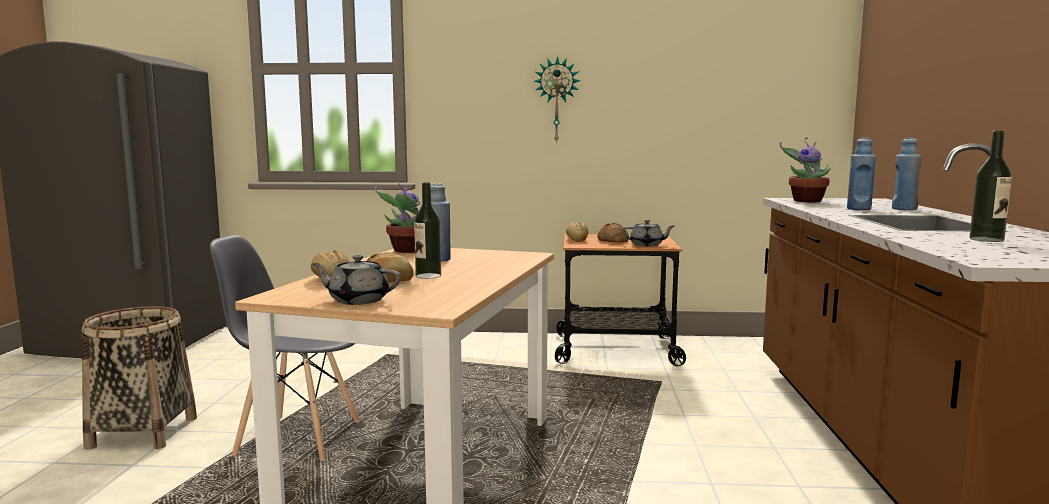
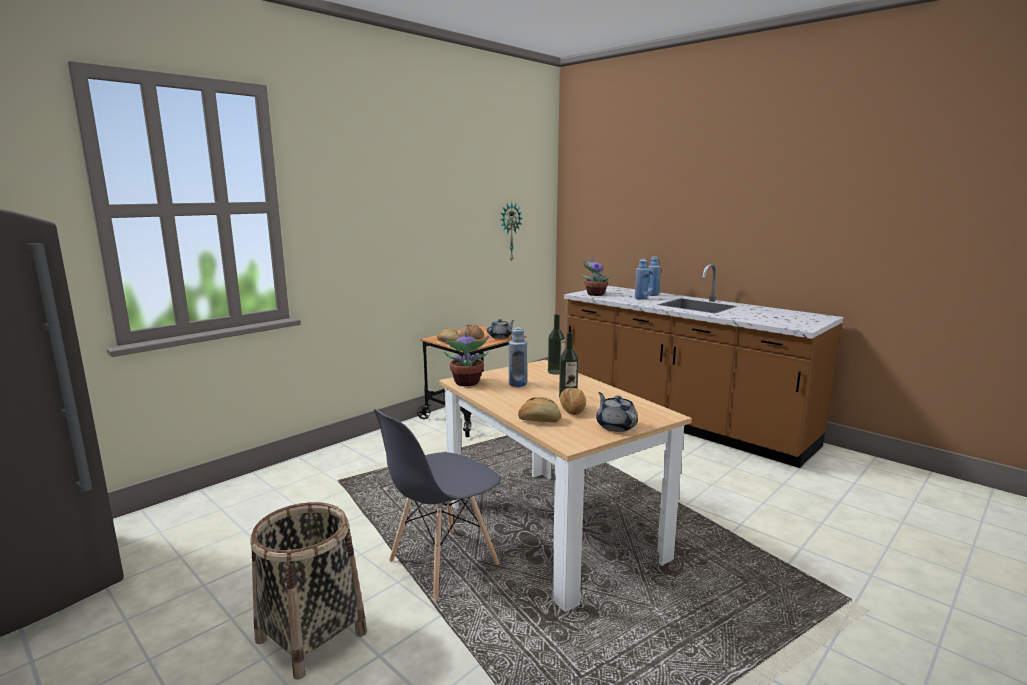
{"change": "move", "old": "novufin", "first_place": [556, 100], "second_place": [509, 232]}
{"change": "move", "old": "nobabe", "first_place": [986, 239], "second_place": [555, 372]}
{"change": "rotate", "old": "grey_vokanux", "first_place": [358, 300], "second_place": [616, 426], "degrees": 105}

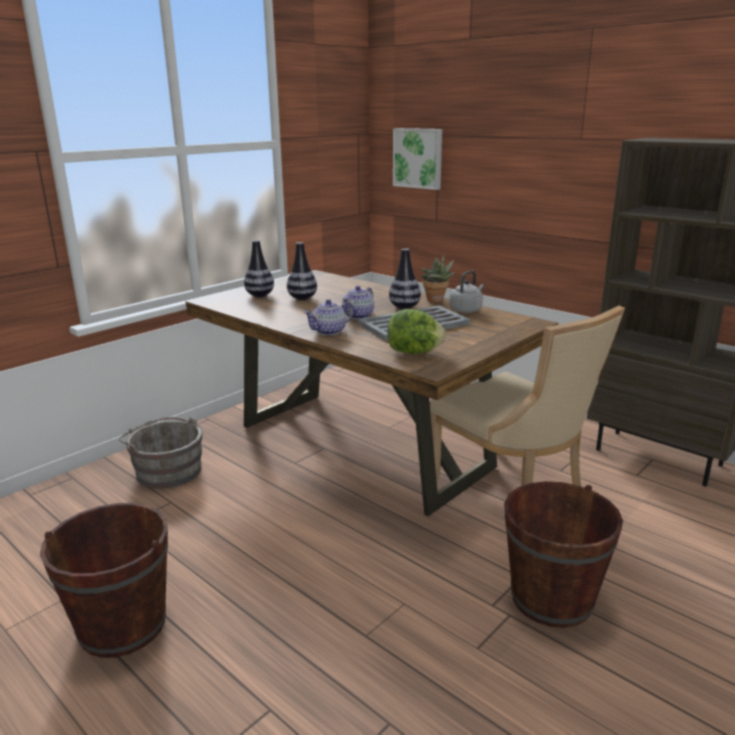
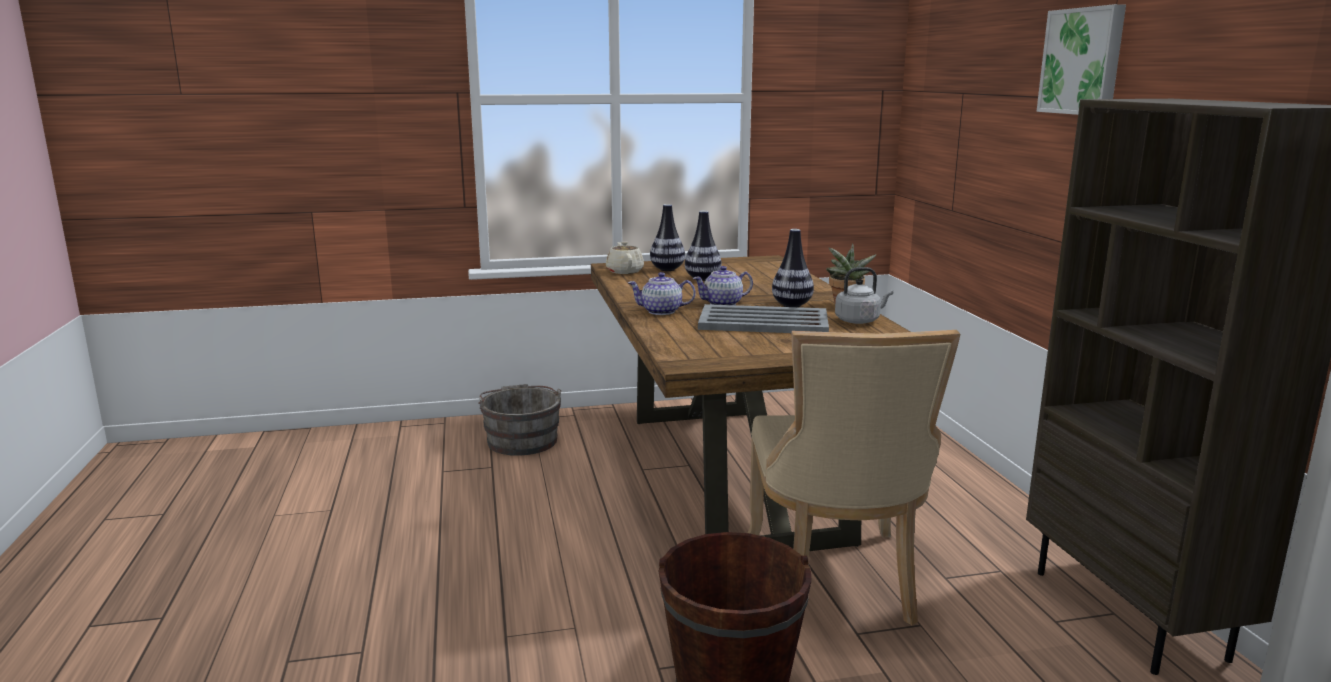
{"change": "insert", "new": "beige_vokanux", "second_place": [624, 271]}
{"change": "move", "old": "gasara", "first_place": [418, 158], "second_place": [1083, 61]}
{"change": "delete", "old": "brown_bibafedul", "first_place": [122, 625]}
{"change": "delete", "old": "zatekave", "first_place": [414, 352]}

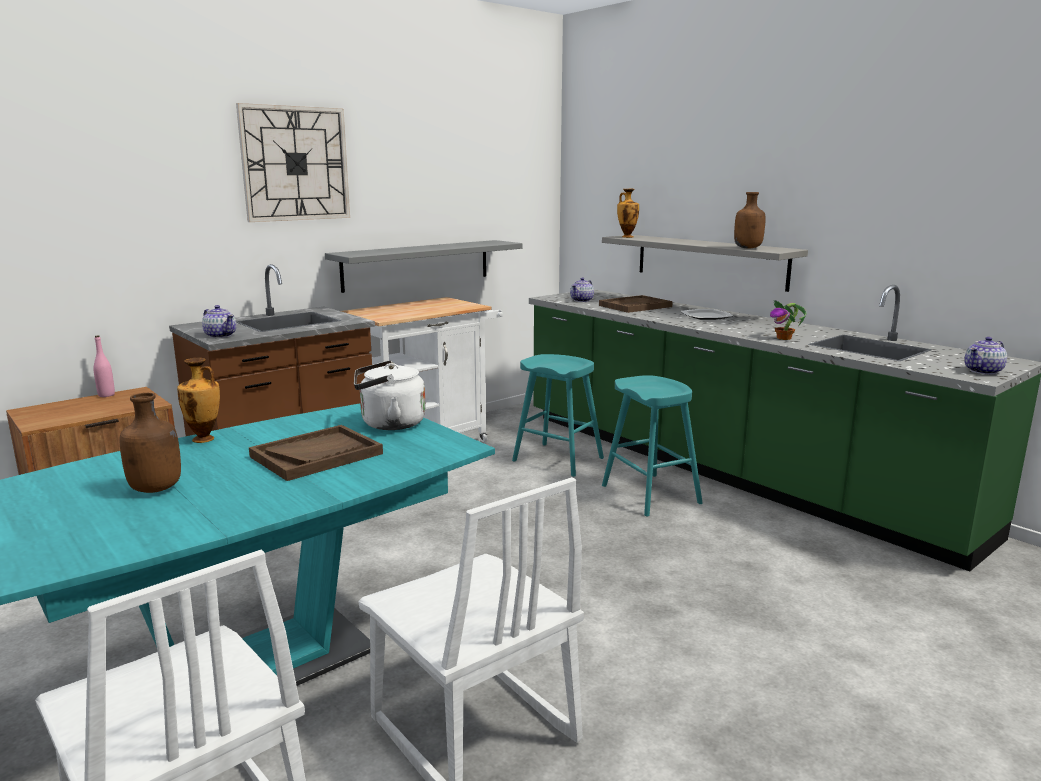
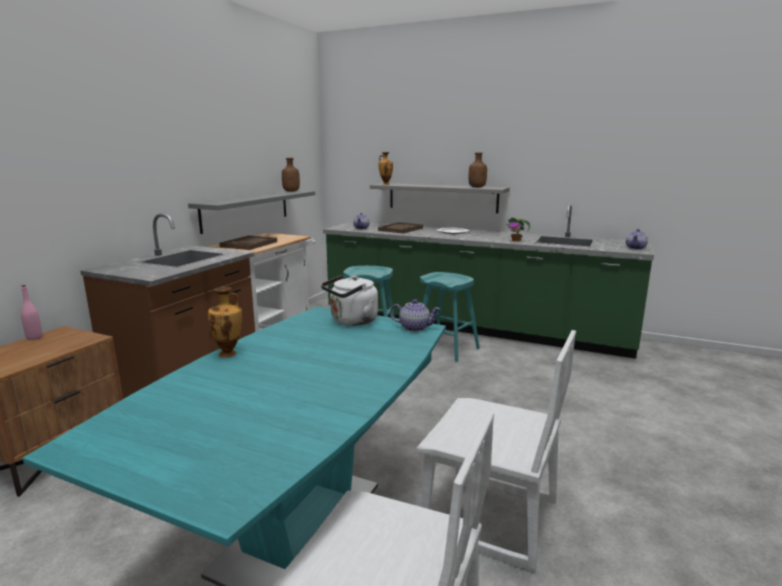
{"change": "move", "old": "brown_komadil", "first_place": [317, 455], "second_place": [249, 244]}
{"change": "move", "old": "brown_nobabe", "first_place": [157, 489], "second_place": [291, 191]}
{"change": "move", "old": "vokanux", "first_place": [220, 335], "second_place": [414, 327]}
{"change": "delete", "old": "novufin", "first_place": [295, 164]}

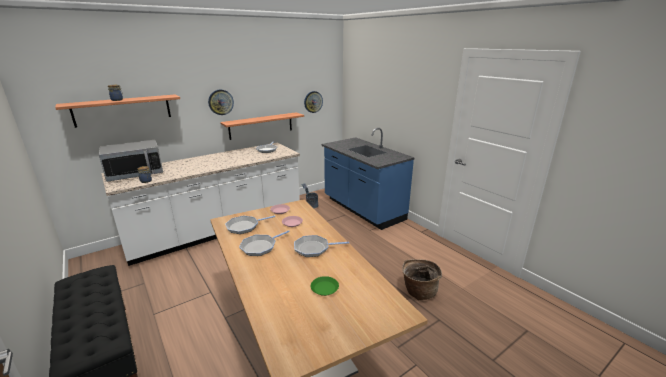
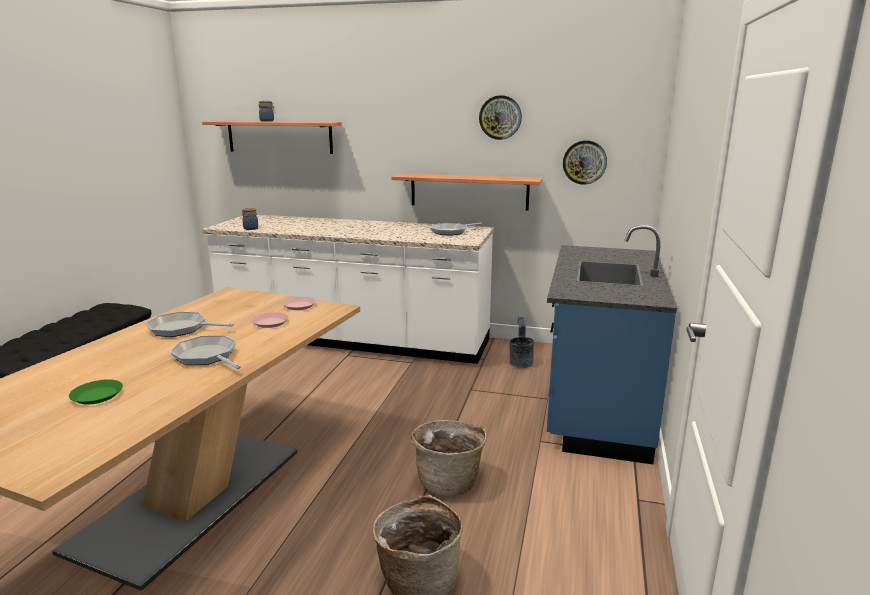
{"change": "insert", "new": "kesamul", "second_place": [449, 481]}
{"change": "move", "old": "novufin", "first_place": [220, 102], "second_place": [500, 117]}
{"change": "delete", "old": "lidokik", "first_place": [135, 173]}
{"change": "delete", "old": "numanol", "first_place": [244, 226]}

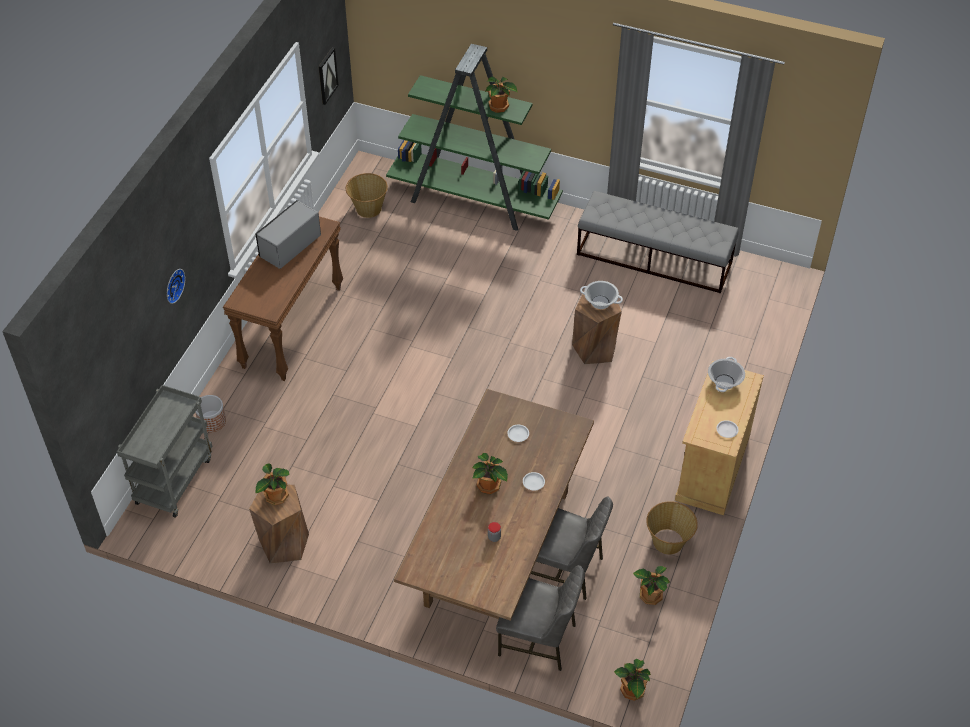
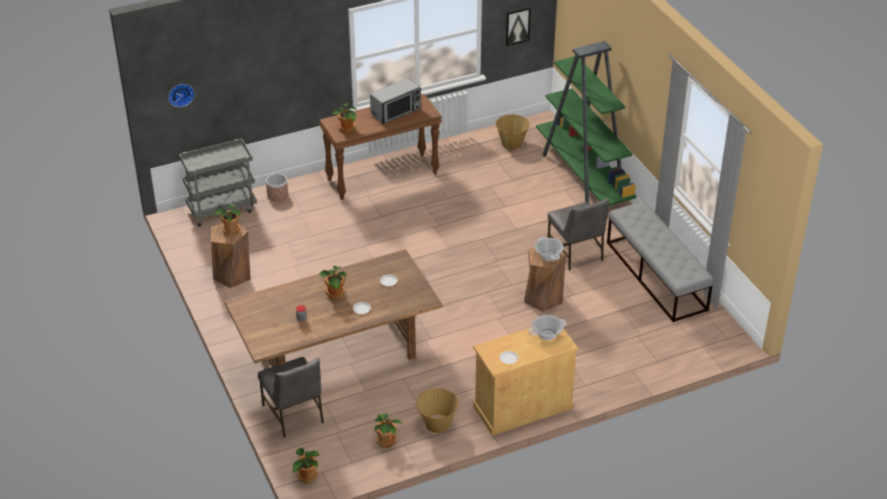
{"change": "move", "old": "novufin", "first_place": [173, 285], "second_place": [180, 94]}
{"change": "move", "old": "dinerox", "first_place": [499, 107], "second_place": [347, 129]}
{"change": "rotate", "old": "lidokik", "first_place": [289, 246], "second_place": [396, 111], "degrees": 150}
{"change": "move", "old": "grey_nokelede", "first_place": [566, 570], "second_place": [576, 253]}

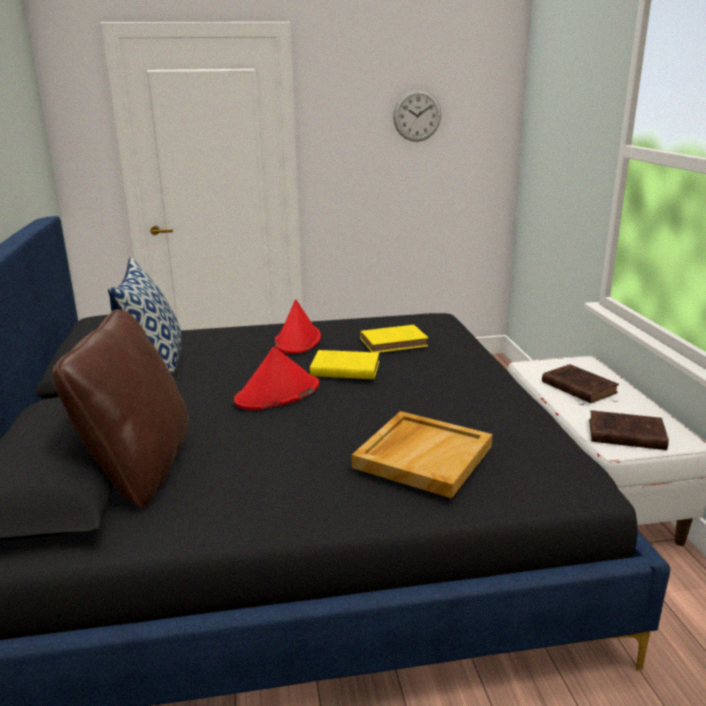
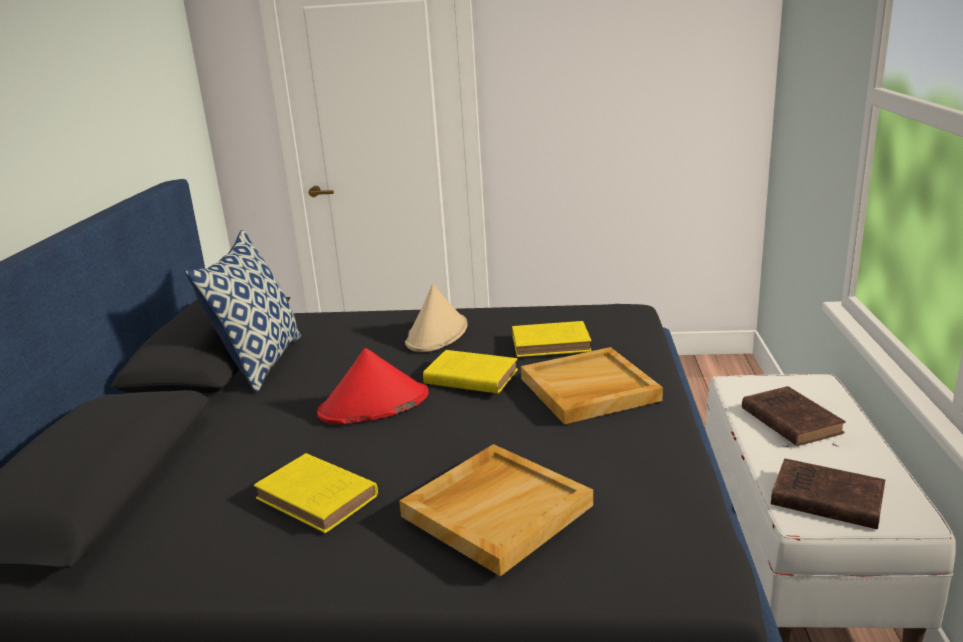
{"change": "insert", "new": "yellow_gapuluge", "second_place": [319, 498]}
{"change": "recolor", "old": "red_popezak", "new": "beige_popezak", "first_place": [297, 340], "second_place": [437, 334]}
{"change": "insert", "new": "beige_komadil", "second_place": [588, 390]}
{"change": "delete", "old": "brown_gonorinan", "first_place": [139, 468]}
{"change": "delete", "old": "novufin", "first_place": [417, 115]}

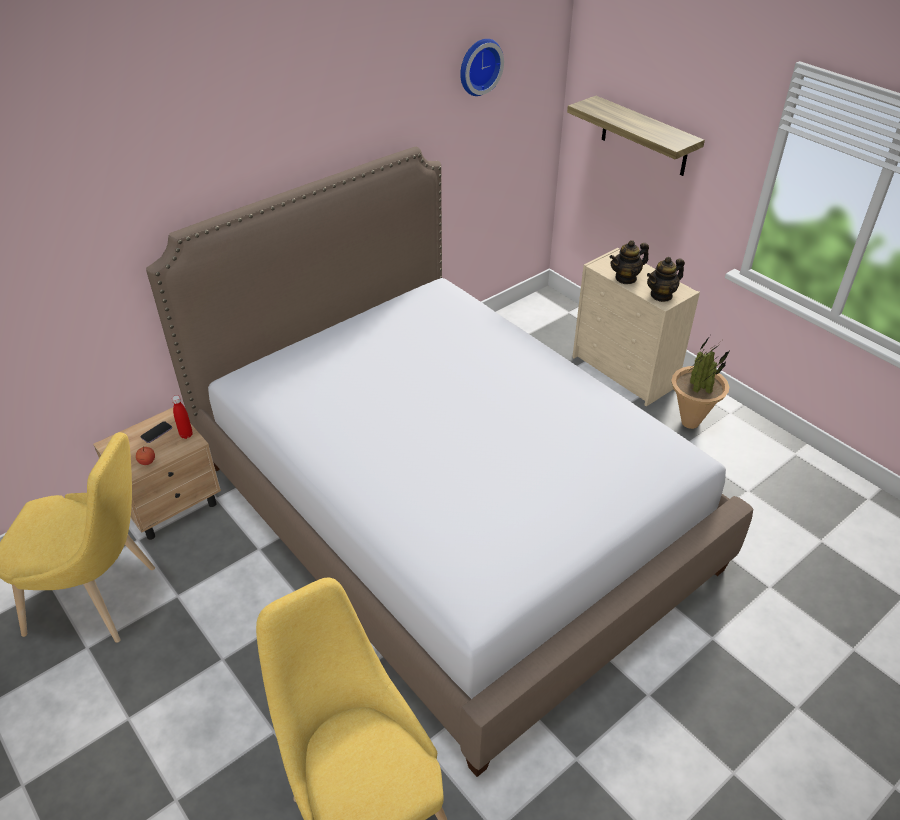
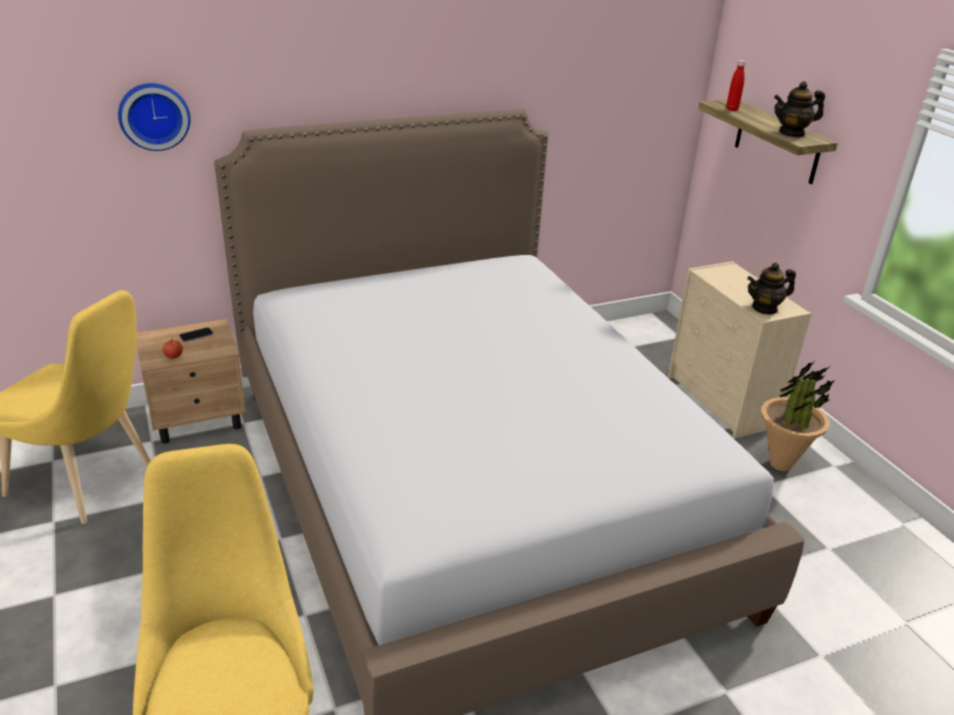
{"change": "move", "old": "novufin", "first_place": [478, 66], "second_place": [154, 115]}
{"change": "move", "old": "red_nobabe", "first_place": [186, 435], "second_place": [732, 109]}
{"change": "move", "old": "vokanux", "first_place": [626, 278], "second_place": [792, 133]}

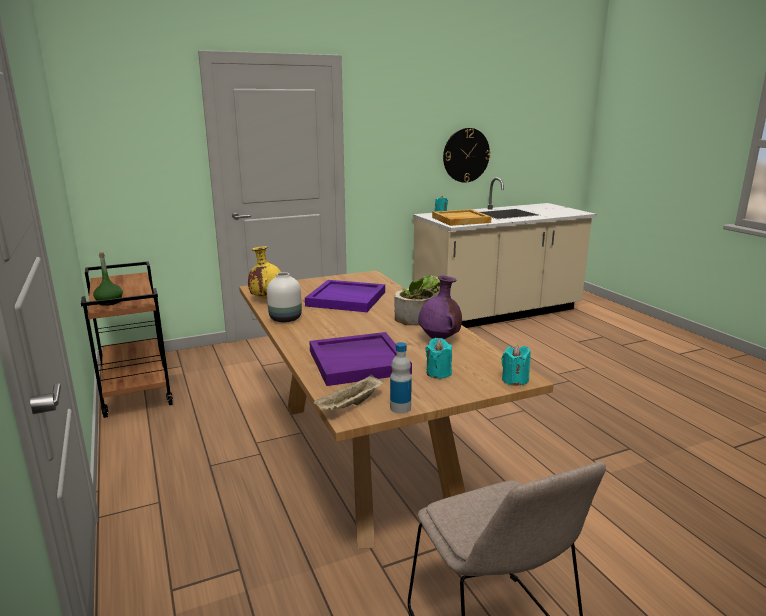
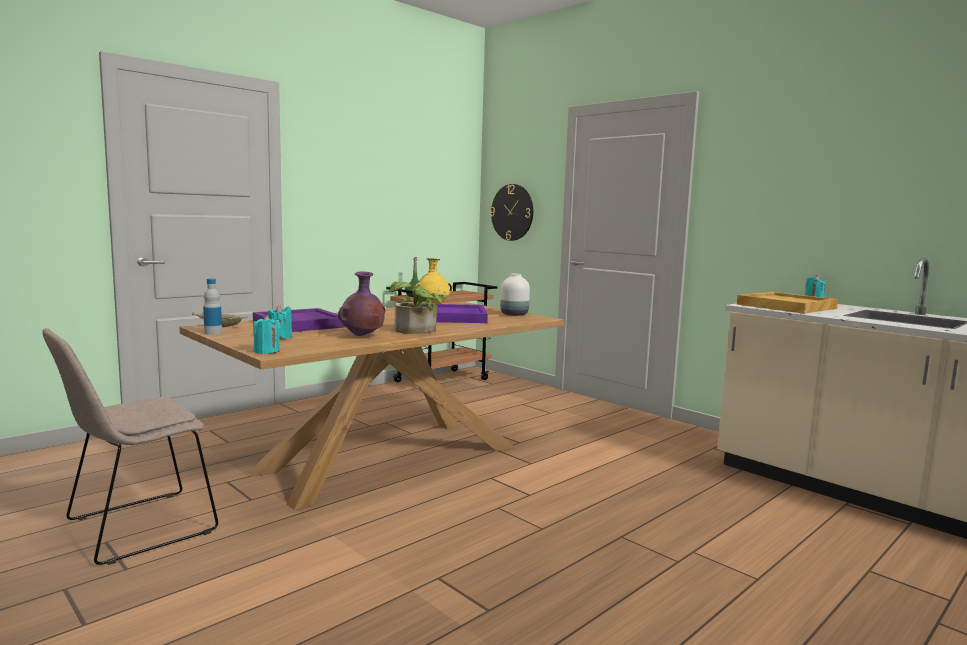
{"change": "move", "old": "novufin", "first_place": [466, 155], "second_place": [512, 212]}
{"change": "move", "old": "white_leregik", "first_place": [284, 319], "second_place": [514, 314]}

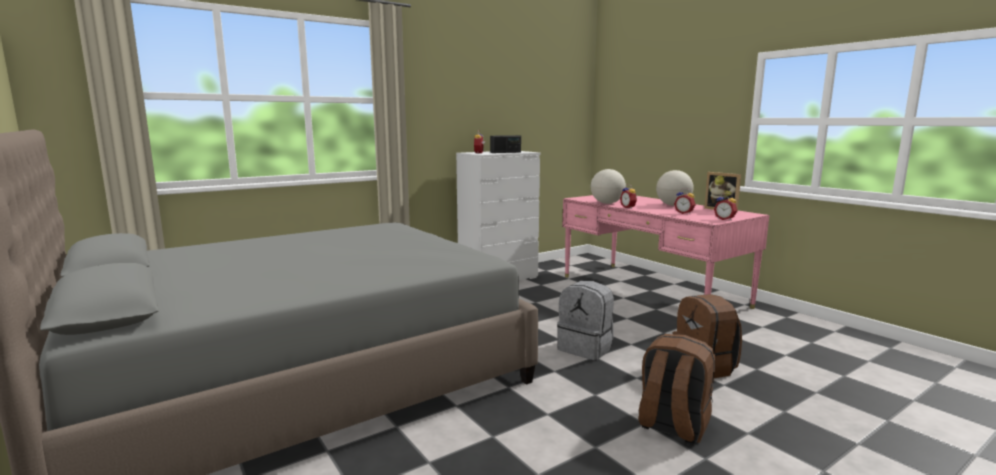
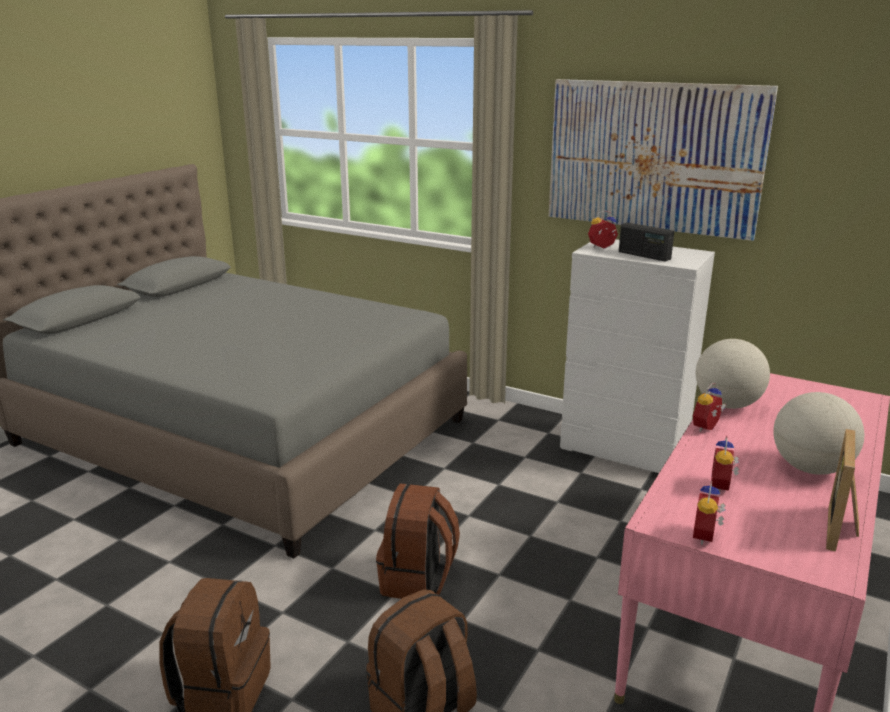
{"change": "recolor", "old": "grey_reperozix", "new": "brown_reperozix", "first_place": [586, 348], "second_place": [418, 580]}
{"change": "insert", "new": "gasara", "second_place": [653, 157]}

